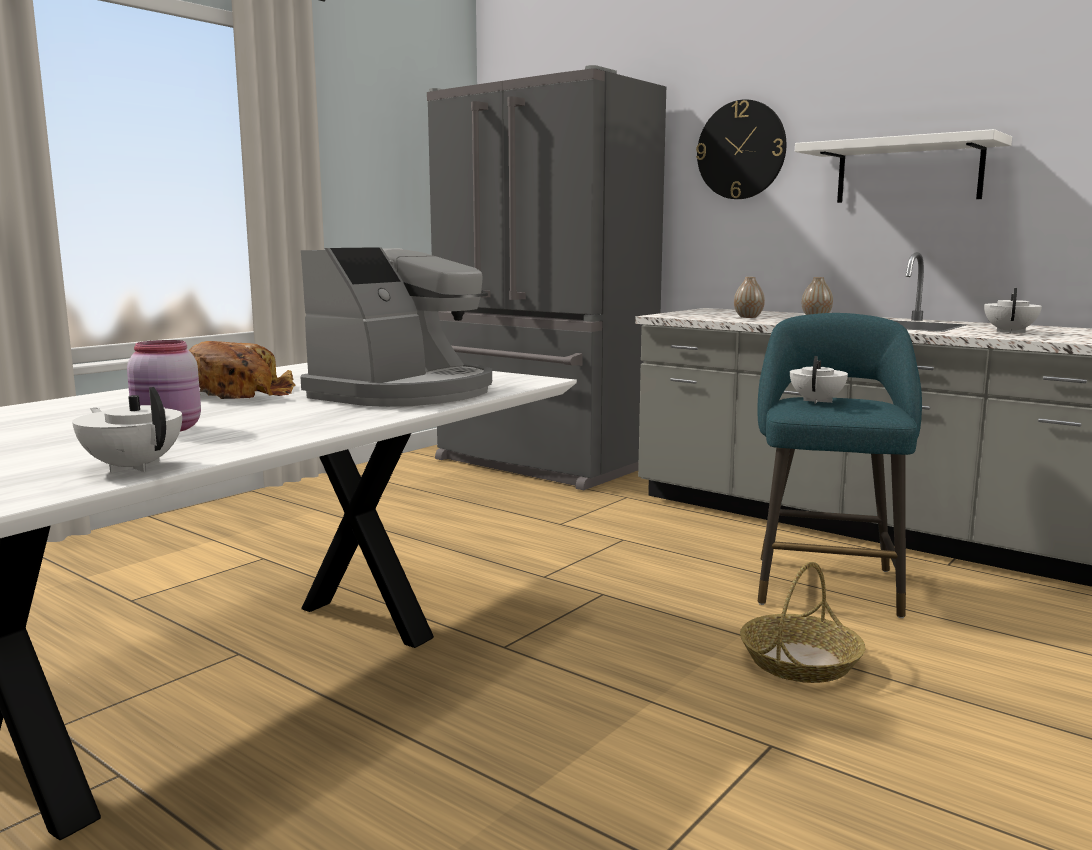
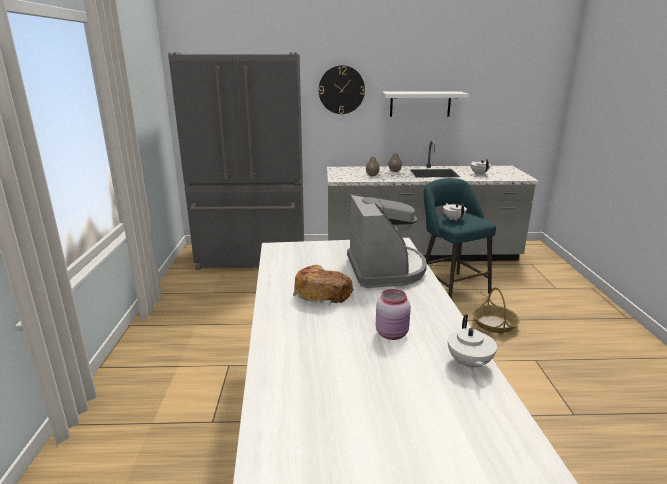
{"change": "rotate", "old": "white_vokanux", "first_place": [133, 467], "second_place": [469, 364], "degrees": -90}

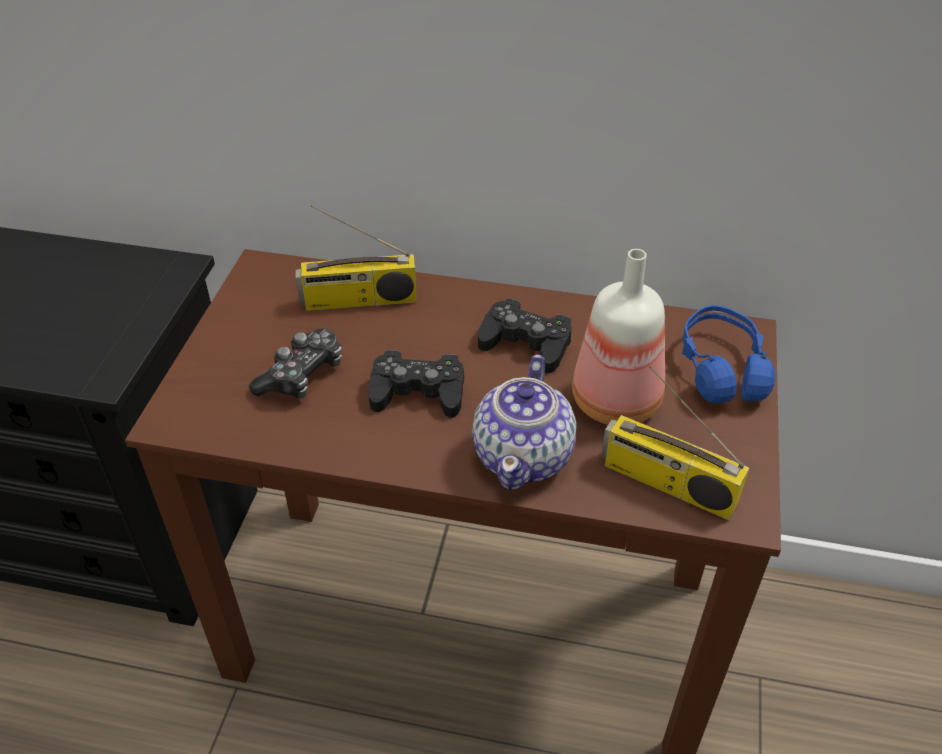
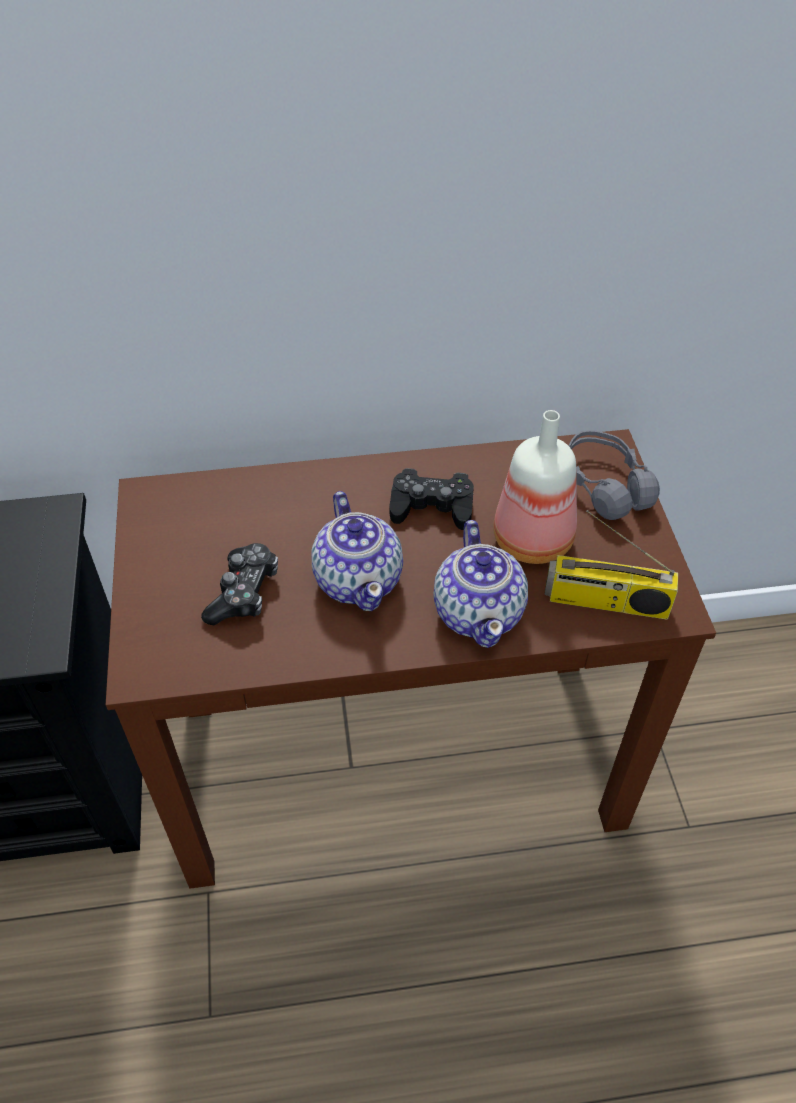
{"change": "replace", "old": "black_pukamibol", "new": "vokanux", "first_place": [418, 392], "second_place": [359, 579]}
{"change": "recolor", "old": "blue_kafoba", "new": "grey_kafoba", "first_place": [721, 368], "second_place": [604, 486]}
{"change": "delete", "old": "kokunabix", "first_place": [358, 301]}

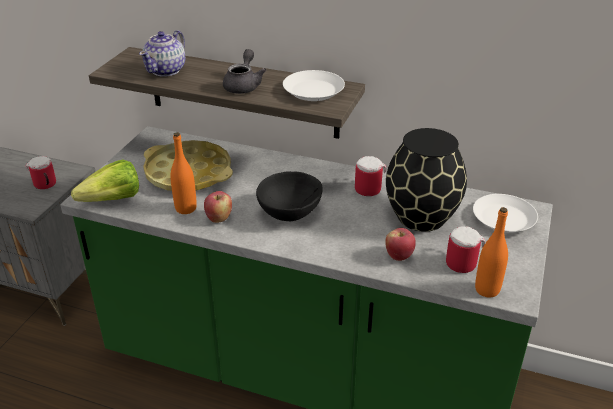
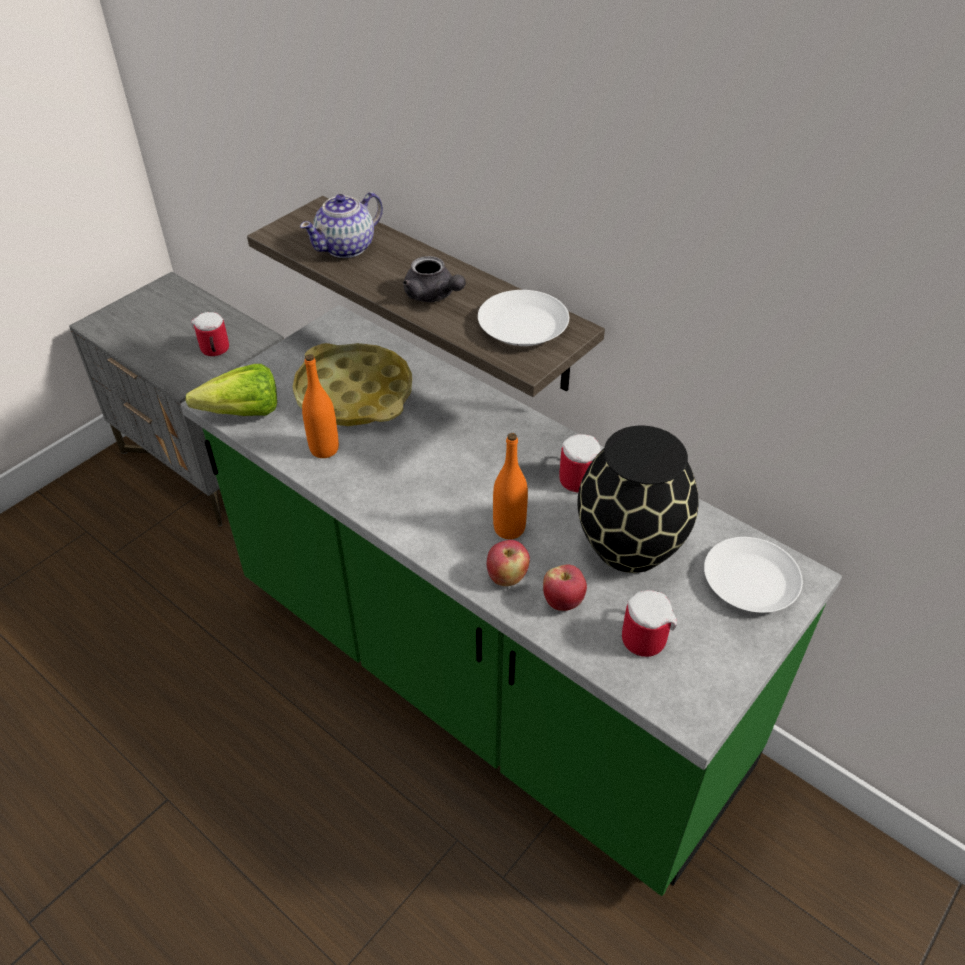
{"change": "rotate", "old": "grey_vokanux", "first_place": [244, 85], "second_place": [433, 296], "degrees": 105}
{"change": "move", "old": "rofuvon", "first_place": [219, 218], "second_place": [507, 577]}
{"change": "move", "old": "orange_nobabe", "first_place": [487, 290], "second_place": [509, 528]}
{"change": "delete", "old": "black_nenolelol", "first_place": [290, 212]}

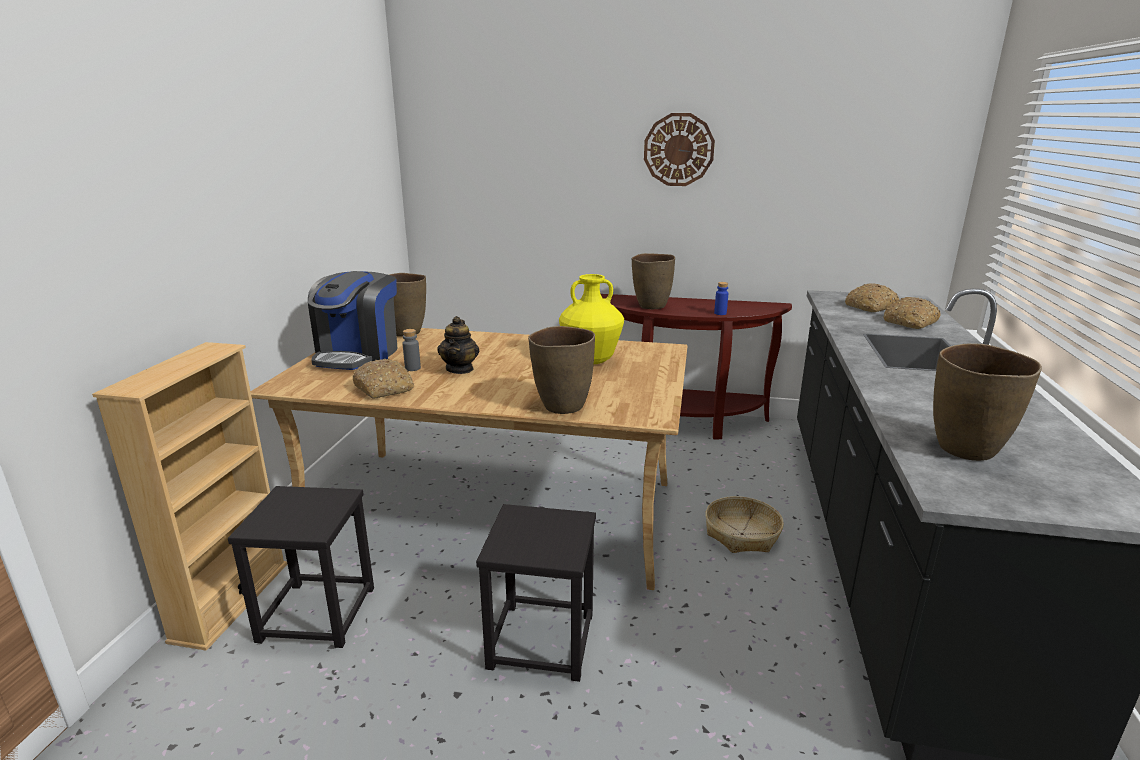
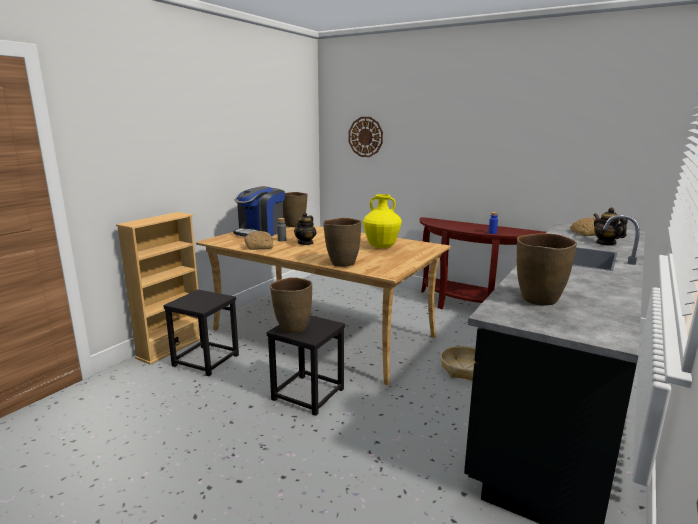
{"change": "move", "old": "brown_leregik", "first_place": [651, 306], "second_place": [292, 328]}
{"change": "move", "old": "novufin", "first_place": [678, 150], "second_place": [365, 137]}
{"change": "replace", "old": "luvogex", "new": "vokanux", "first_place": [910, 322], "second_place": [605, 243]}

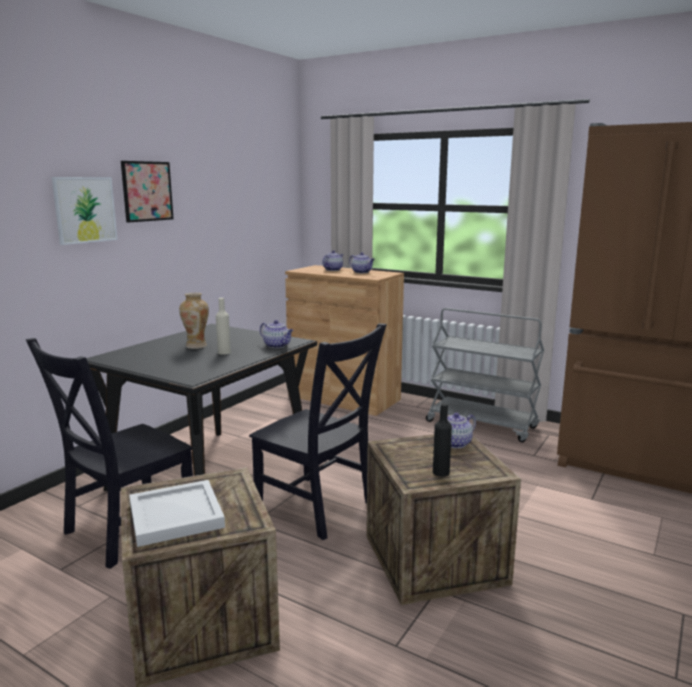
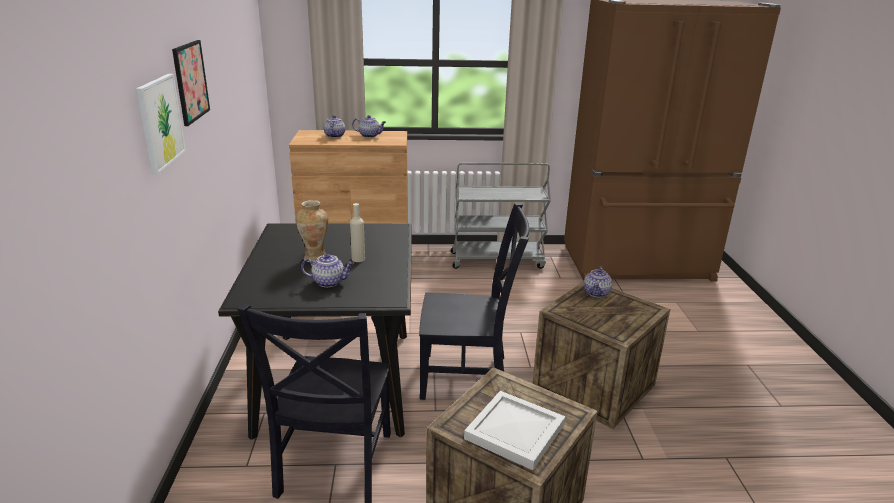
{"change": "move", "old": "vokanux", "first_place": [277, 346], "second_place": [329, 282]}
{"change": "delete", "old": "black_nobabe", "first_place": [441, 472]}

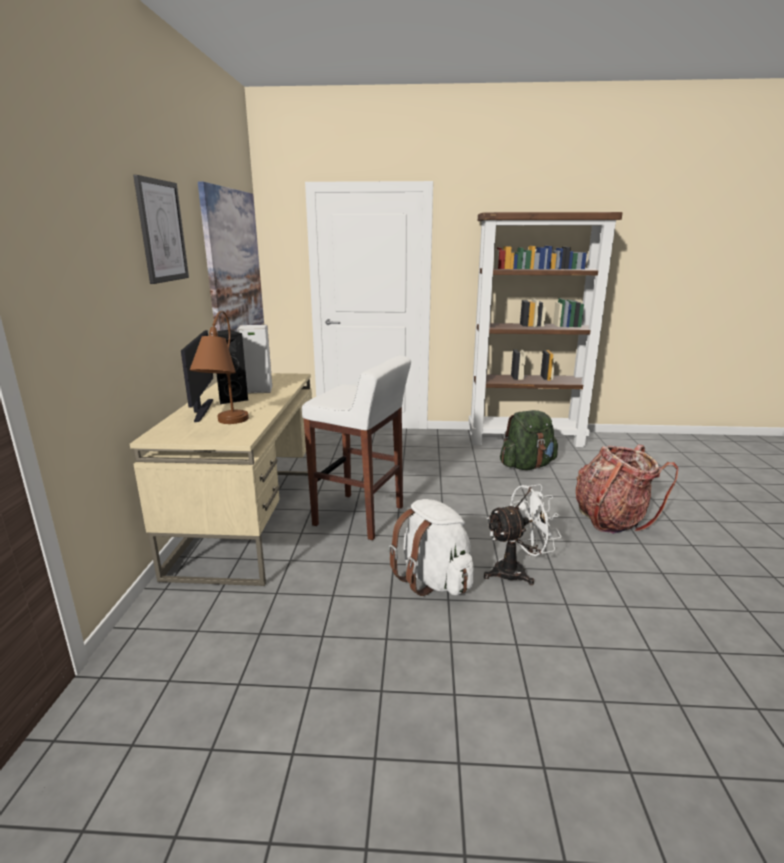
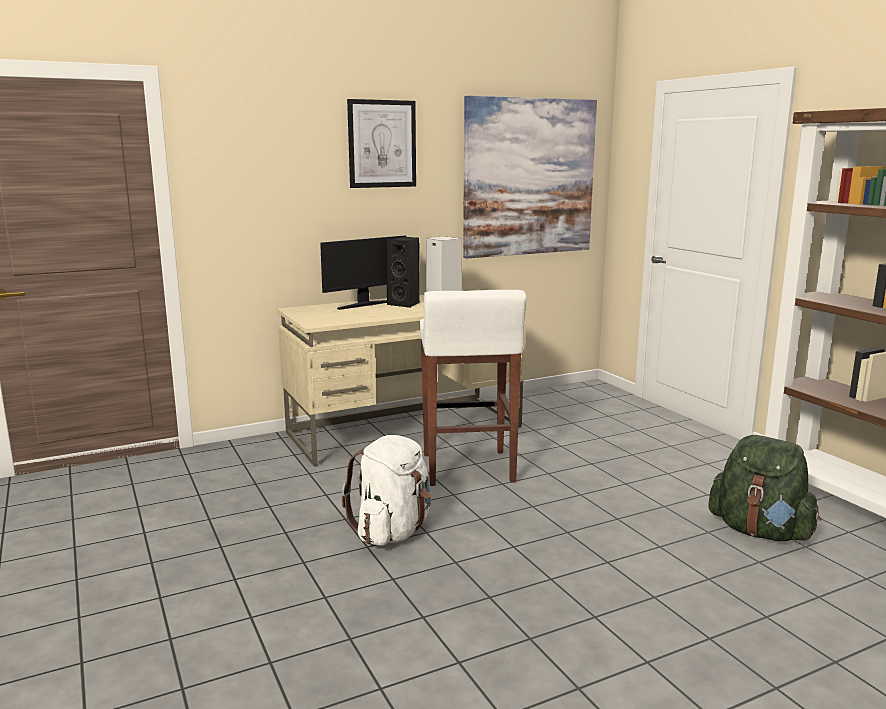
{"change": "delete", "old": "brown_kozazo", "first_place": [225, 426]}
{"change": "delete", "old": "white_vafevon", "first_place": [516, 571]}
{"change": "delete", "old": "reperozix", "first_place": [611, 519]}

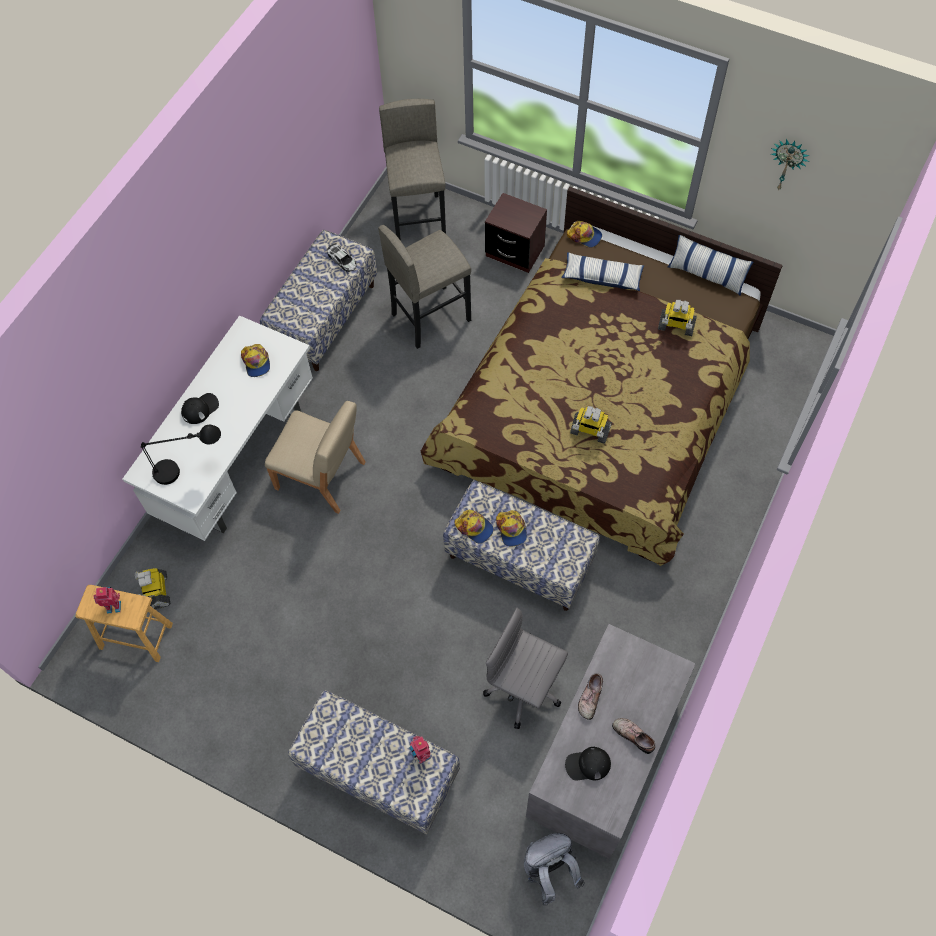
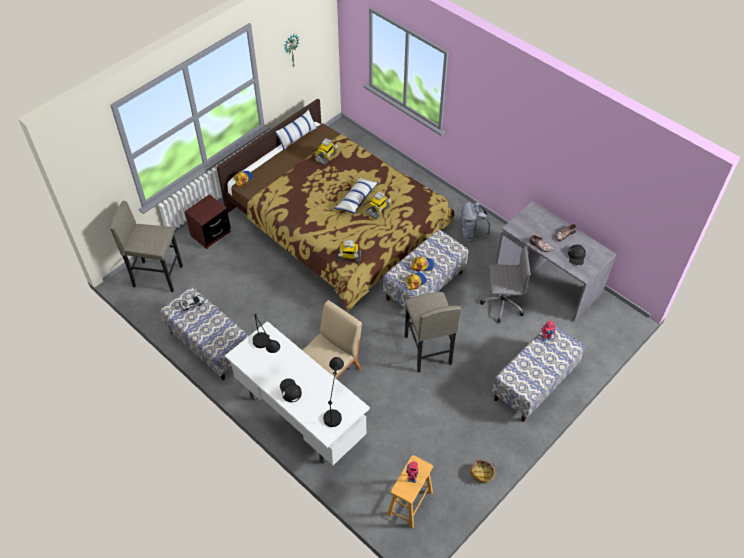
{"change": "replace", "old": "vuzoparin", "new": "black_kozazo", "first_place": [256, 362], "second_place": [267, 352]}
{"change": "move", "old": "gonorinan", "first_place": [602, 277], "second_place": [356, 199]}
{"change": "move", "old": "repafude", "first_place": [157, 591], "second_place": [349, 257]}
{"change": "move", "old": "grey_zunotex", "first_place": [430, 316], "second_place": [427, 350]}
{"change": "move", "old": "grey_reperozix", "first_place": [549, 871], "second_place": [472, 234]}
{"change": "insert", "new": "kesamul", "second_place": [482, 473]}
{"change": "rotate", "old": "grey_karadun", "first_place": [525, 688], "second_place": [502, 303], "degrees": -135}

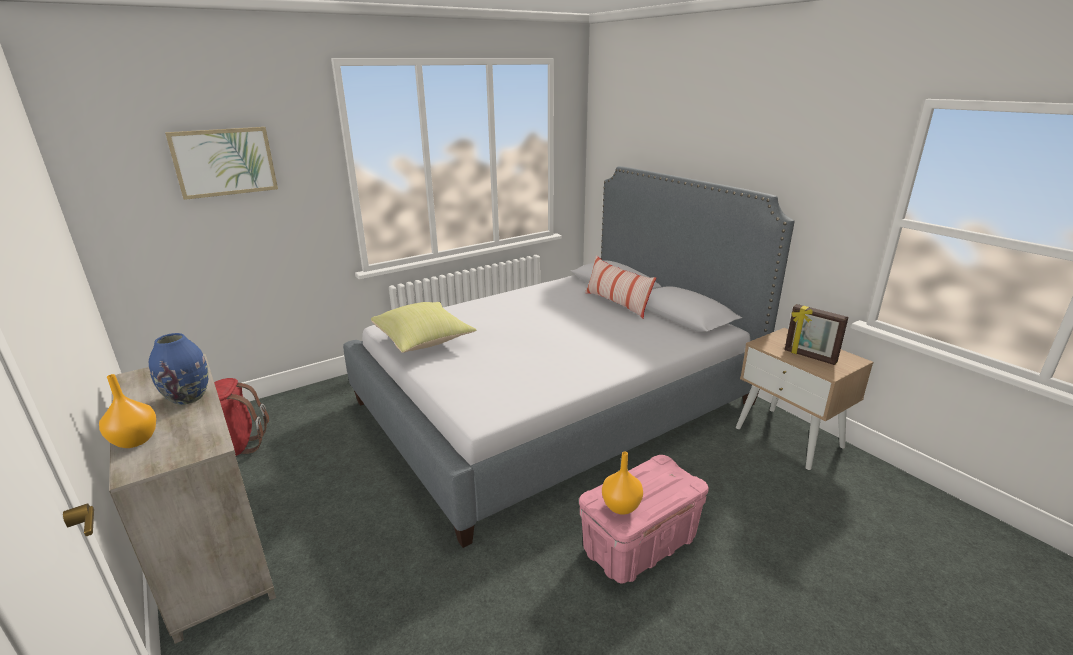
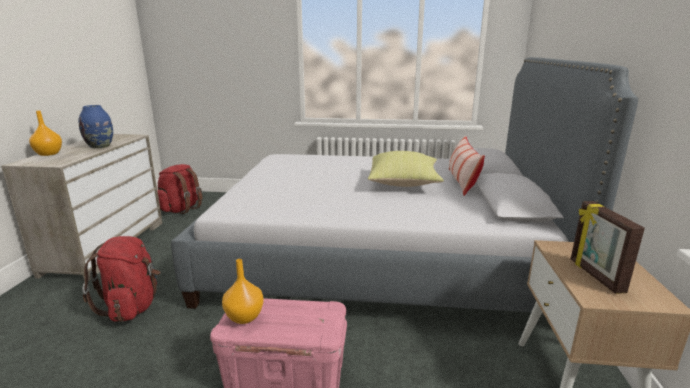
{"change": "insert", "new": "red_reperozix", "second_place": [132, 306]}
{"change": "move", "old": "yellow_gonorinan", "first_place": [424, 341], "second_place": [404, 184]}
{"change": "delete", "old": "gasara", "first_place": [224, 162]}

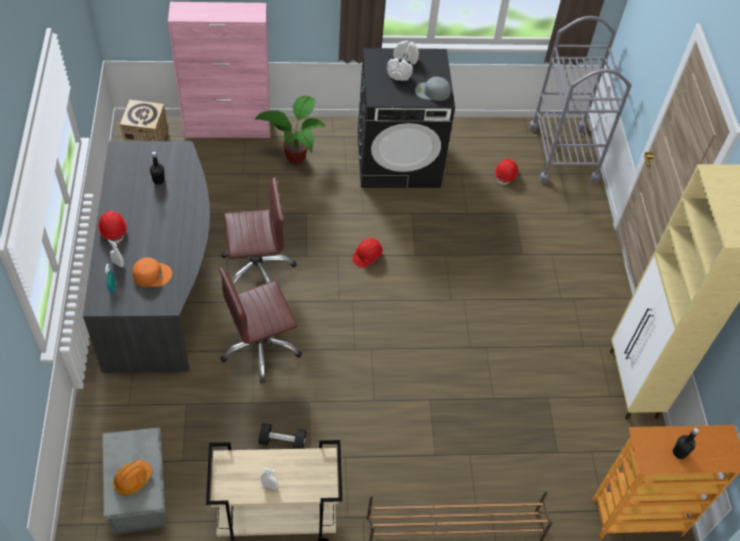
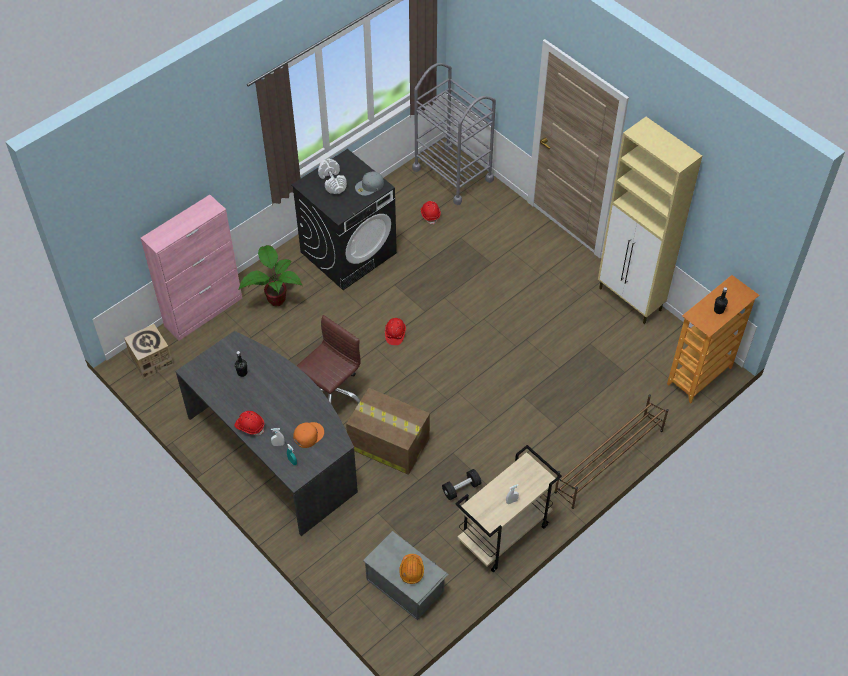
{"change": "replace", "old": "brown_karadun", "new": "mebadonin", "first_place": [260, 348], "second_place": [387, 443]}

